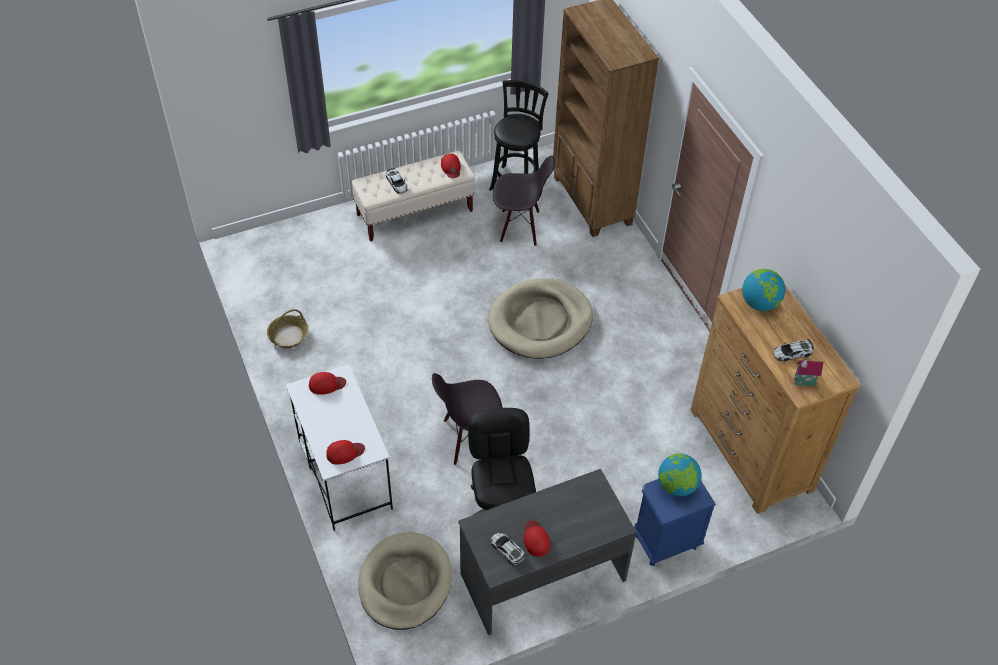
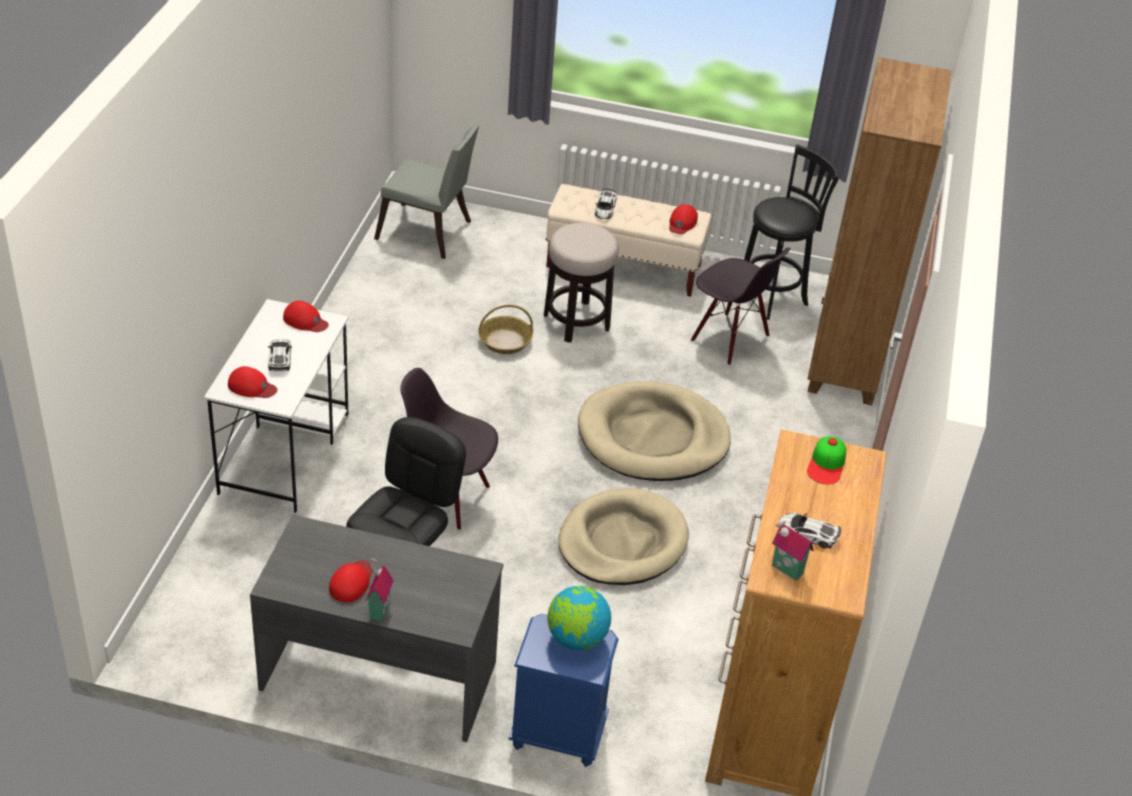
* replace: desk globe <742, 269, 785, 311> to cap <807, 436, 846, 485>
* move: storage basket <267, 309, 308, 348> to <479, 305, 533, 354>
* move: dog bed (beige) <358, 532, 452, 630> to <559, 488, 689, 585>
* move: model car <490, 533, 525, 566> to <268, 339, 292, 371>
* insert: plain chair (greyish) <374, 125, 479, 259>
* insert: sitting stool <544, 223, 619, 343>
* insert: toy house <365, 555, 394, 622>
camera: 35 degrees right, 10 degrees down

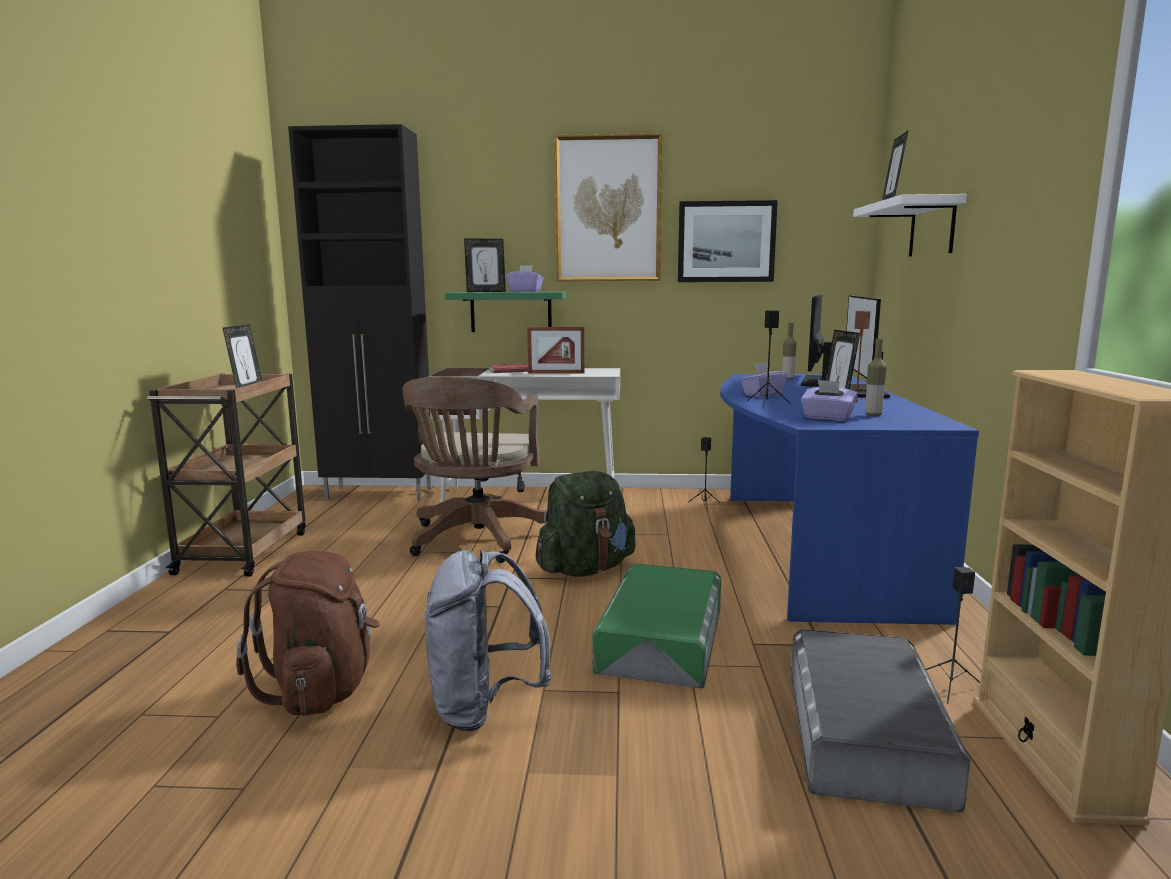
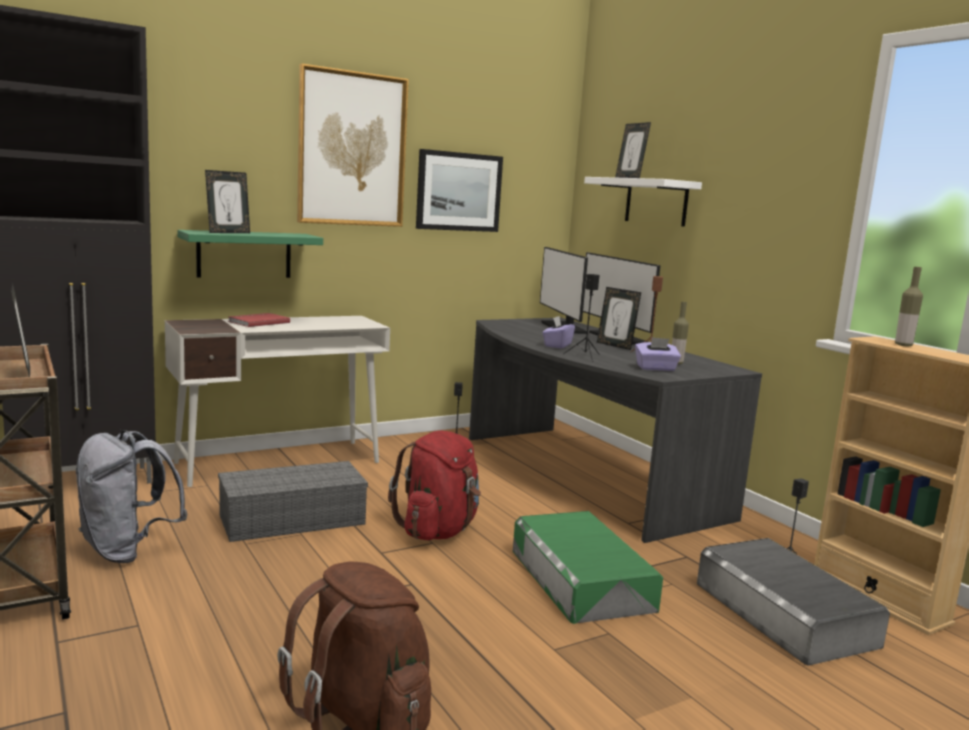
* delete: box of tissues (purple) <506, 265, 544, 292>
* move: beverage bottle <782, 323, 797, 380> to <895, 267, 923, 347>
* delete: standing frame <527, 327, 584, 374>
* recolor: desk table (bluish) <720, 374, 979, 625> to desk table (greyish) <469, 318, 762, 543>
* replace: desk chair (brown) <402, 376, 546, 563> to storage bin (greyish) <218, 461, 368, 542>
* recolor: backpack (green-coloured) <535, 471, 636, 577> to backpack (reddish) <388, 430, 481, 540>
* move: backpack (greyish) <423, 550, 552, 731> to <76, 430, 188, 563>
camera: 35 degrees left, 0 degrees up

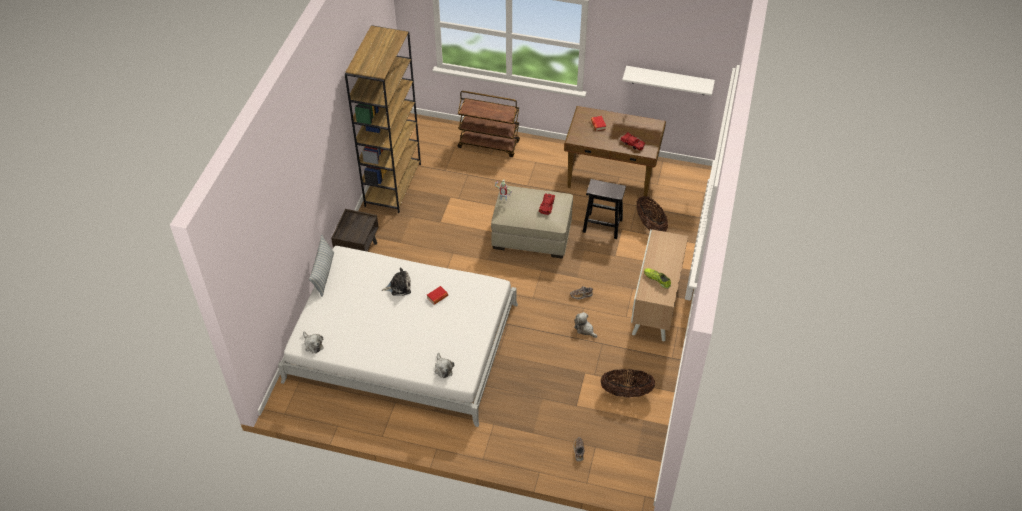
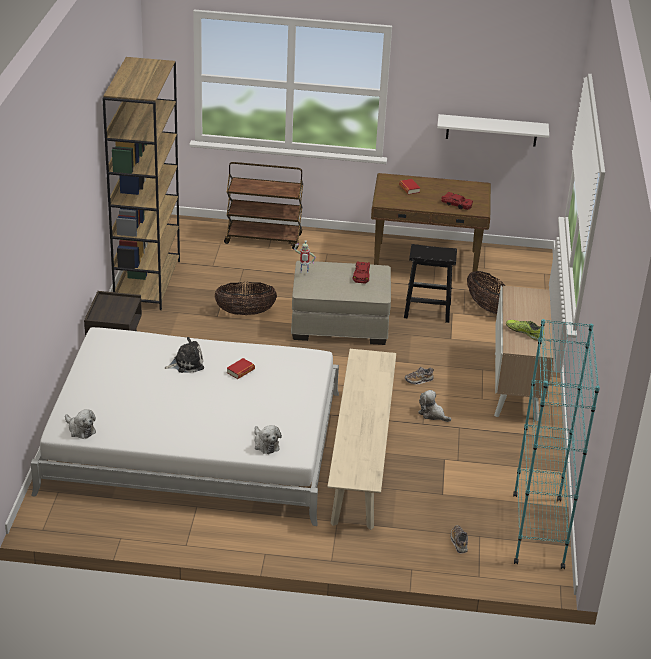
* delete: pillow <309, 235, 334, 297>
* move: storage basket <600, 369, 655, 397> to <214, 282, 277, 315>
* insert: shelving unit (turquoise) <513, 319, 600, 569>
* insert: long seat (beige) <327, 349, 396, 530>
camera: 10 degrees left, 15 degrees down

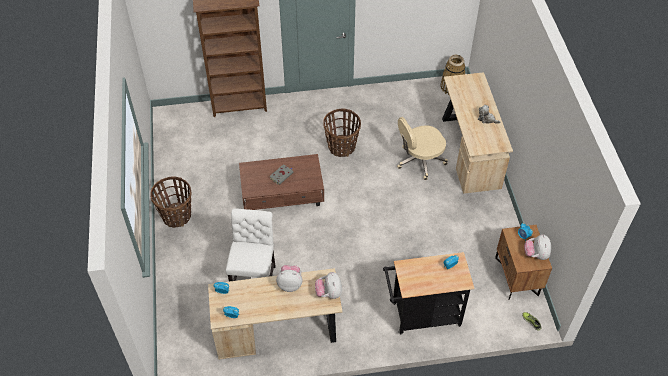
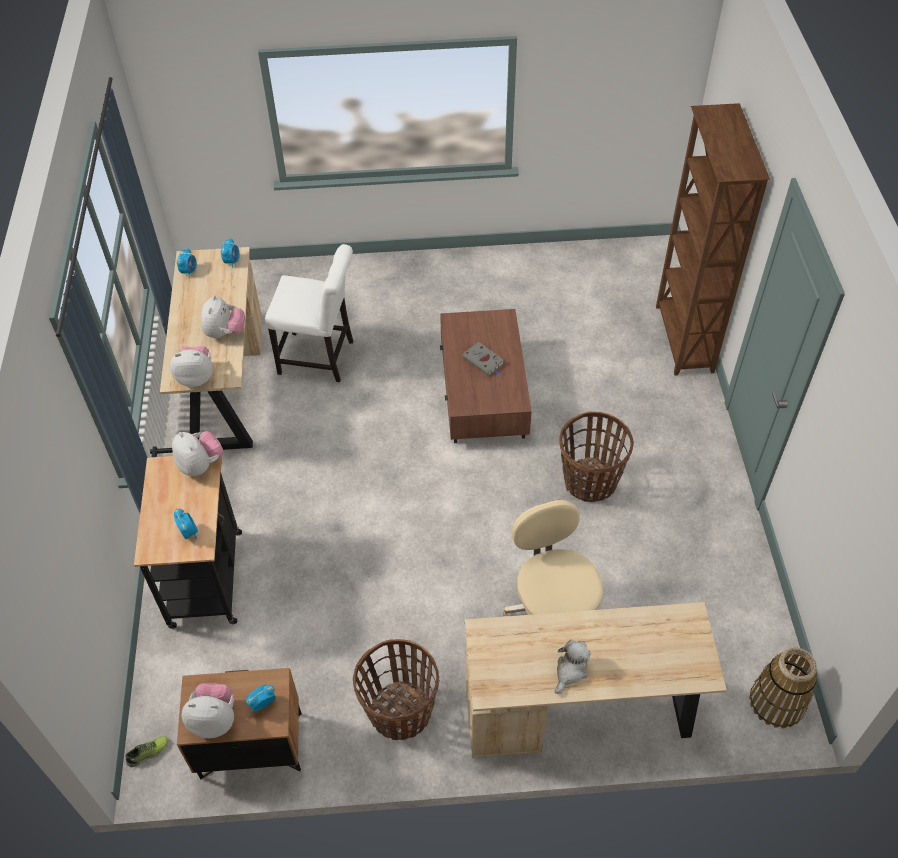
* move: storage basket <150, 176, 191, 228> to <353, 639, 439, 740>
* insert: cuddly toy <172, 431, 224, 476>
camera: 95 degrees right, 0 degrees up

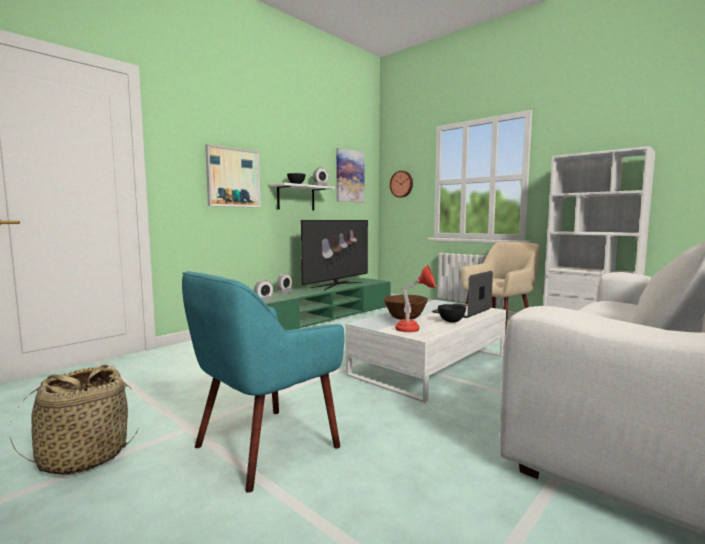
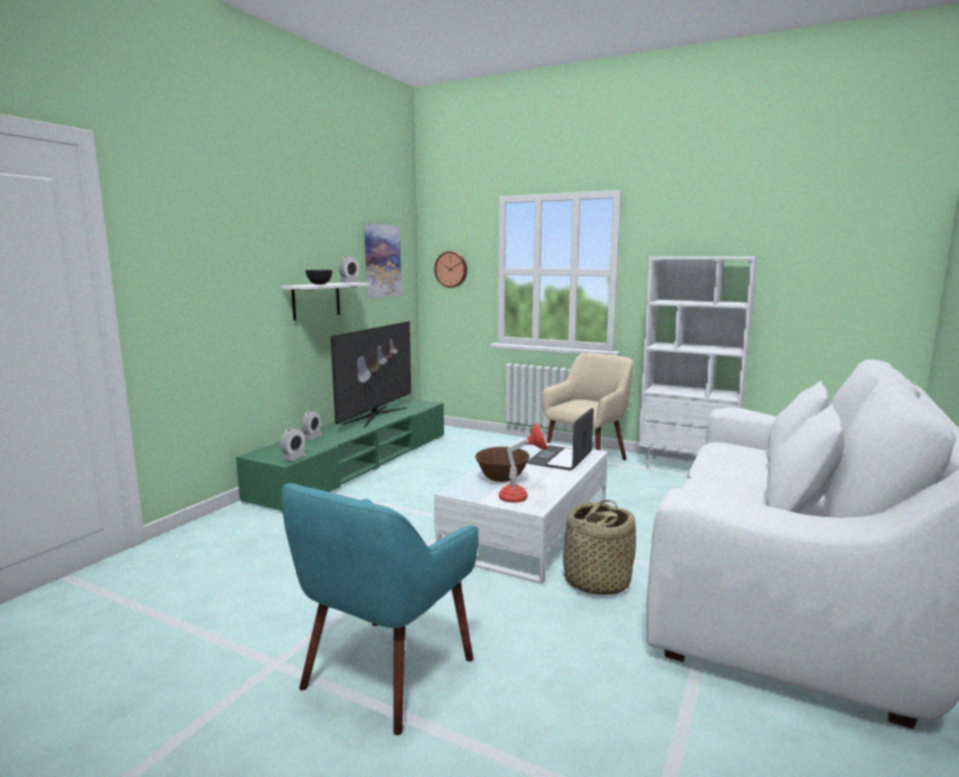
* delete: wall picture <205, 144, 261, 207>
* delete: serving bowl (blackish) <438, 304, 466, 323>
* move: storage basket <10, 365, 140, 475> to <561, 500, 636, 595>
camera: 15 degrees left, 5 degrees up

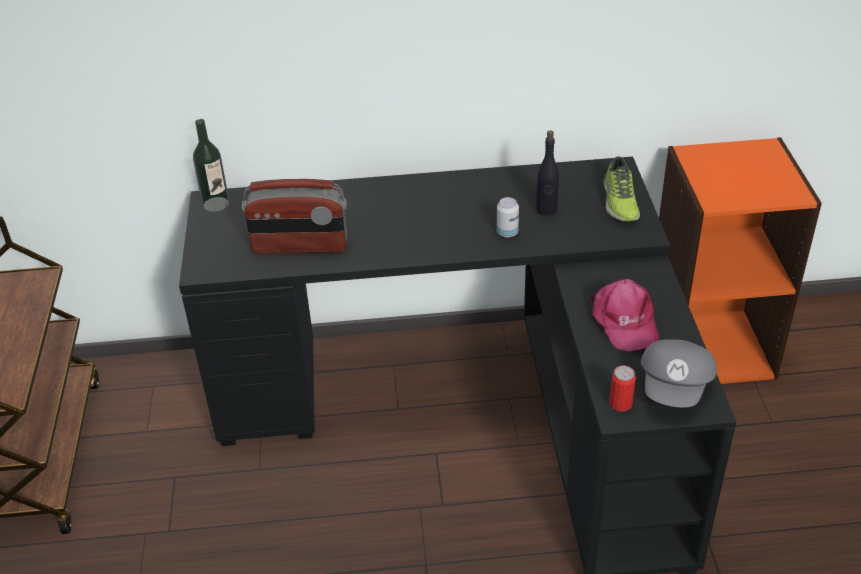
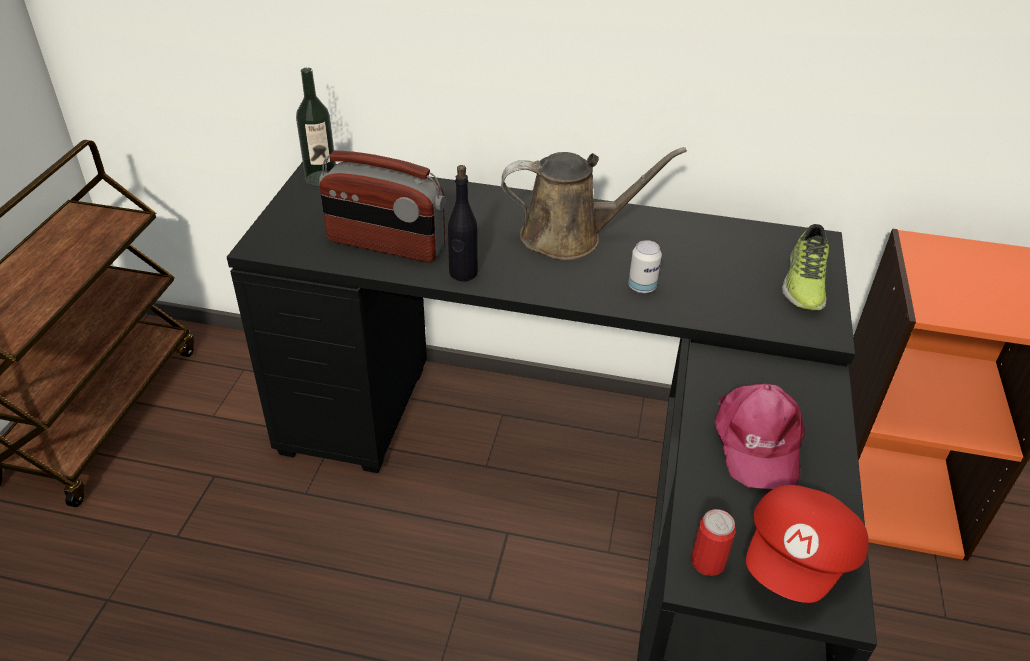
* move: beverage bottle (blackish) <536, 131, 559, 216> to <448, 165, 478, 282>
* recolor: cap (greyish) <641, 339, 717, 407> to cap (reddish) <746, 485, 869, 603>
* insert: watering pot (brown) <501, 147, 687, 260>
camera: 15 degrees right, 0 degrees up

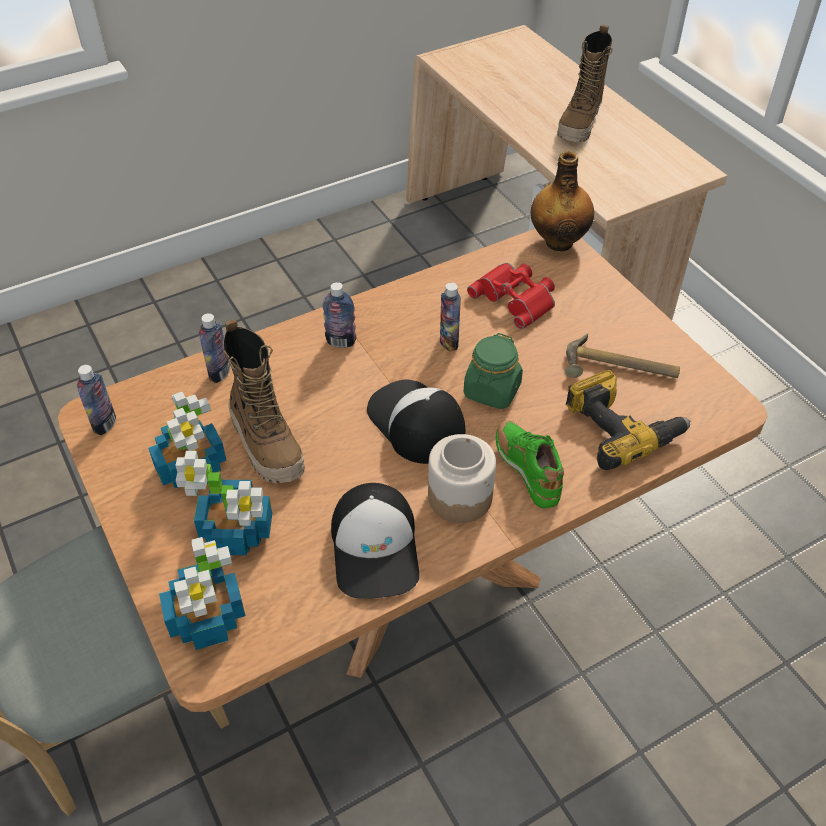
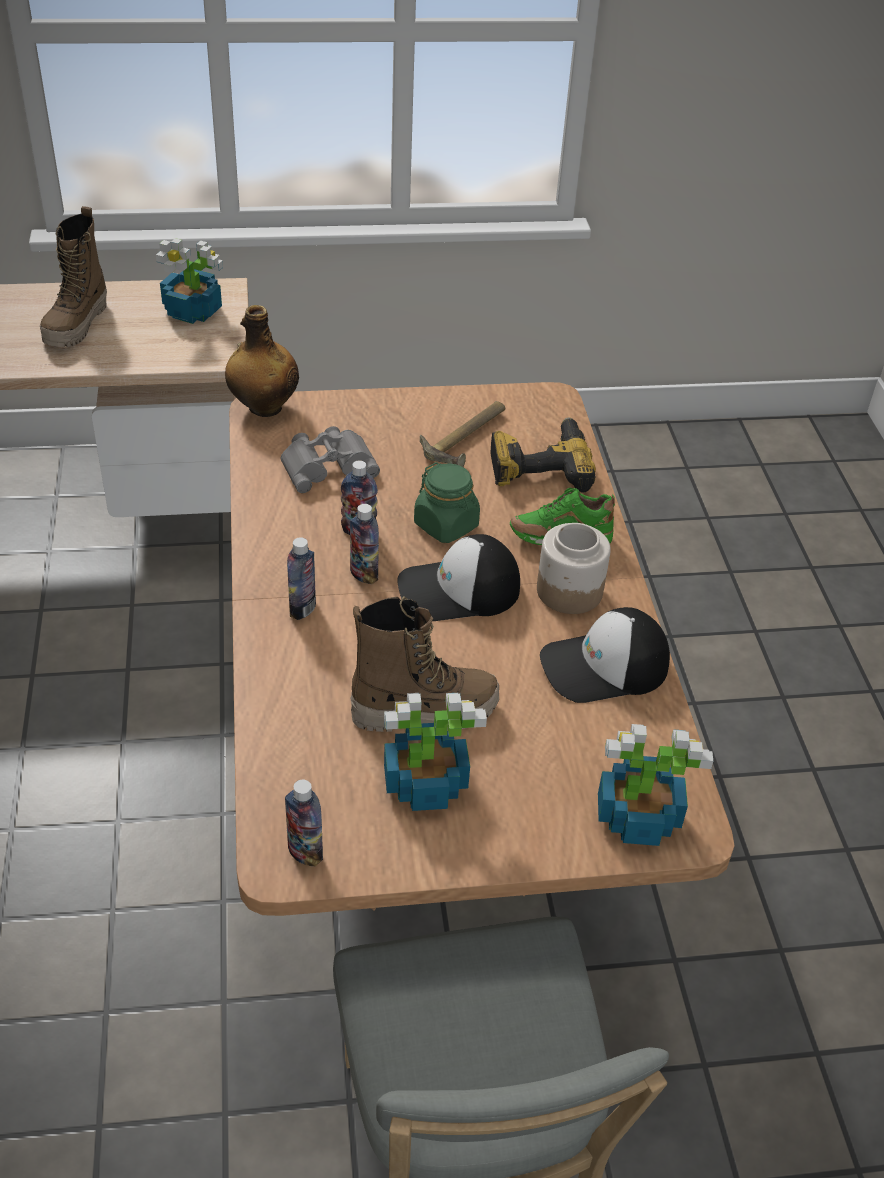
* rotate: high-top boot <557, 25, 612, 142> = <40, 206, 107, 347> 60 degrees clockwise
* recolor: field glasses (reddish) <467, 263, 555, 329> to field glasses (greyish) <281, 426, 380, 493>
* move: beverage bottle <199, 313, 230, 383> to <350, 504, 379, 584>
* move: potted plant <175, 451, 272, 555> to <156, 238, 223, 324>
* rotate: cap <331, 483, 419, 599> = <540, 607, 670, 703> 150 degrees clockwise
camera: 70 degrees left, 5 degrees down

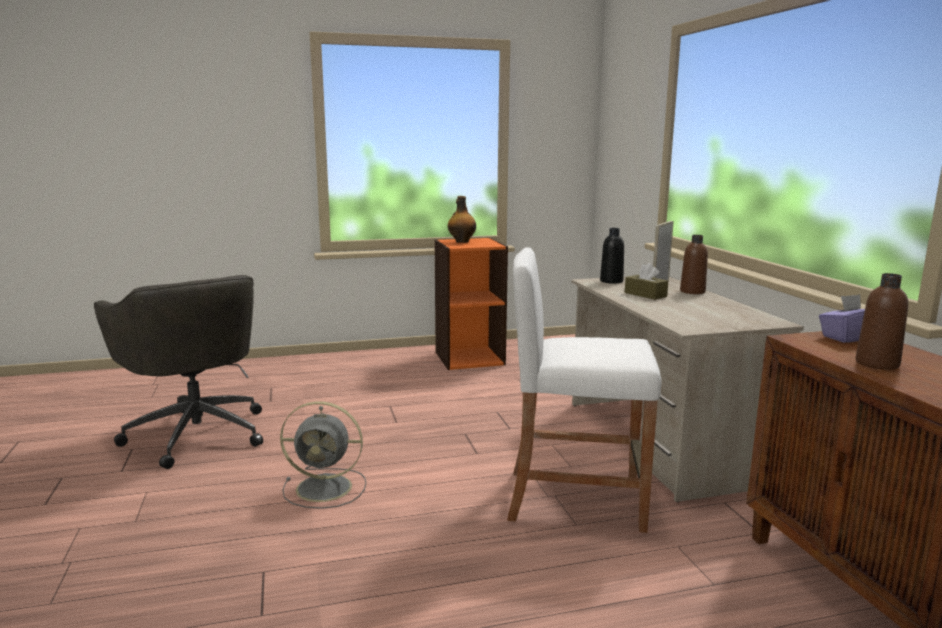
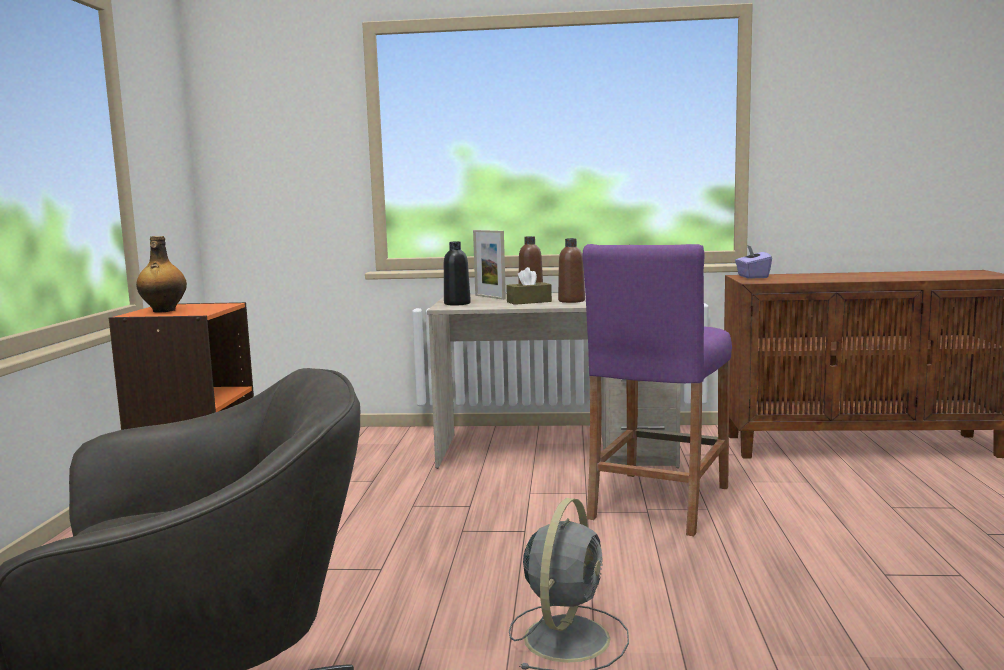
* recolor: sitting stool (whitish) <507, 247, 662, 533> to sitting stool (purple) <582, 244, 732, 536>
* move: beverage bottle (brown) <856, 273, 908, 370> to <558, 238, 585, 303>
camera: 70 degrees left, 5 degrees down

